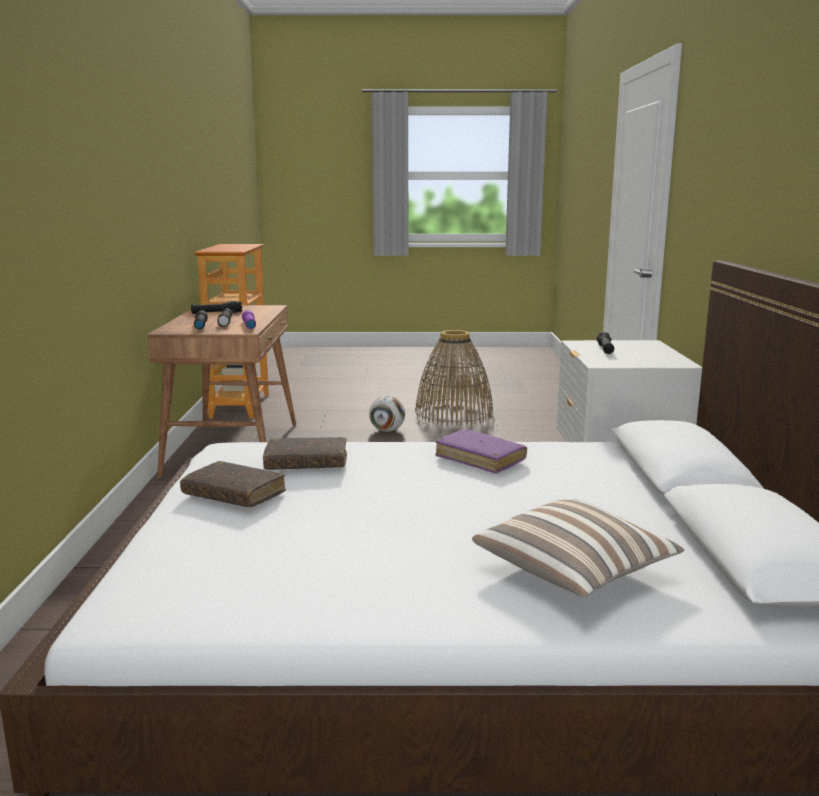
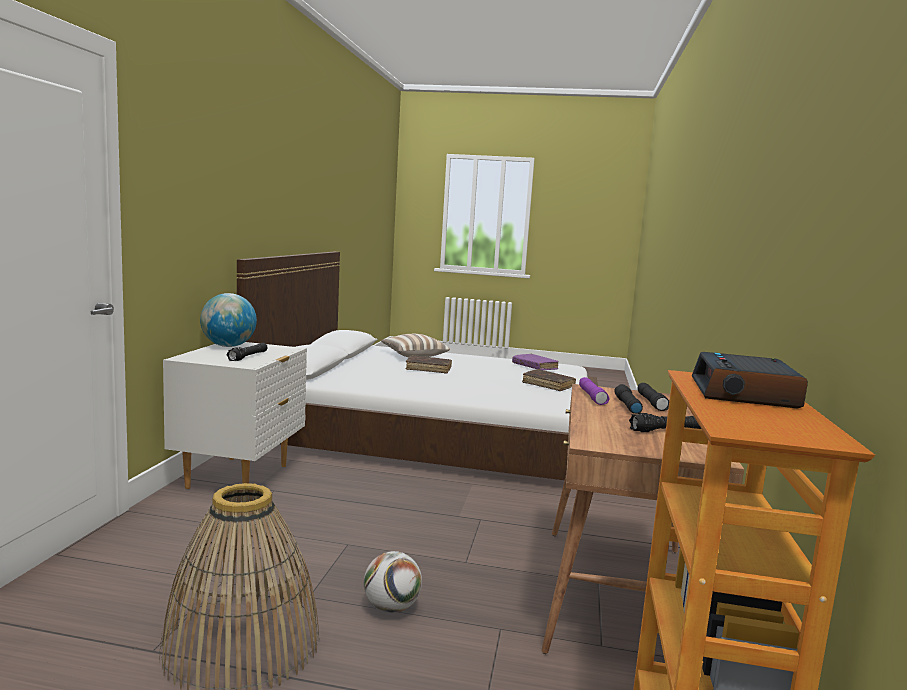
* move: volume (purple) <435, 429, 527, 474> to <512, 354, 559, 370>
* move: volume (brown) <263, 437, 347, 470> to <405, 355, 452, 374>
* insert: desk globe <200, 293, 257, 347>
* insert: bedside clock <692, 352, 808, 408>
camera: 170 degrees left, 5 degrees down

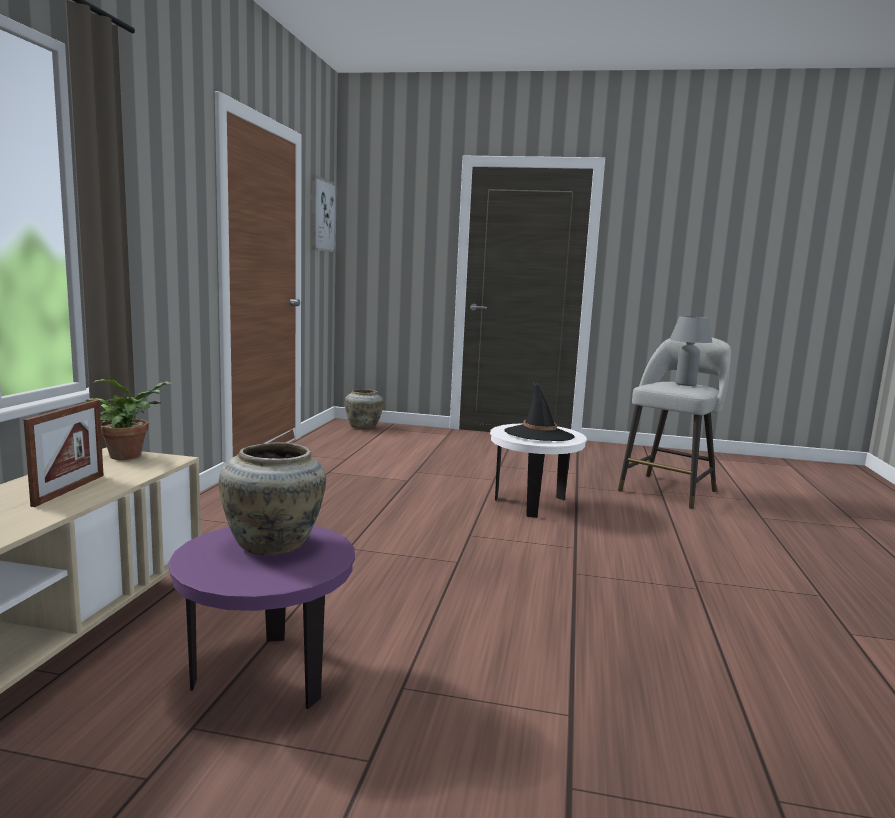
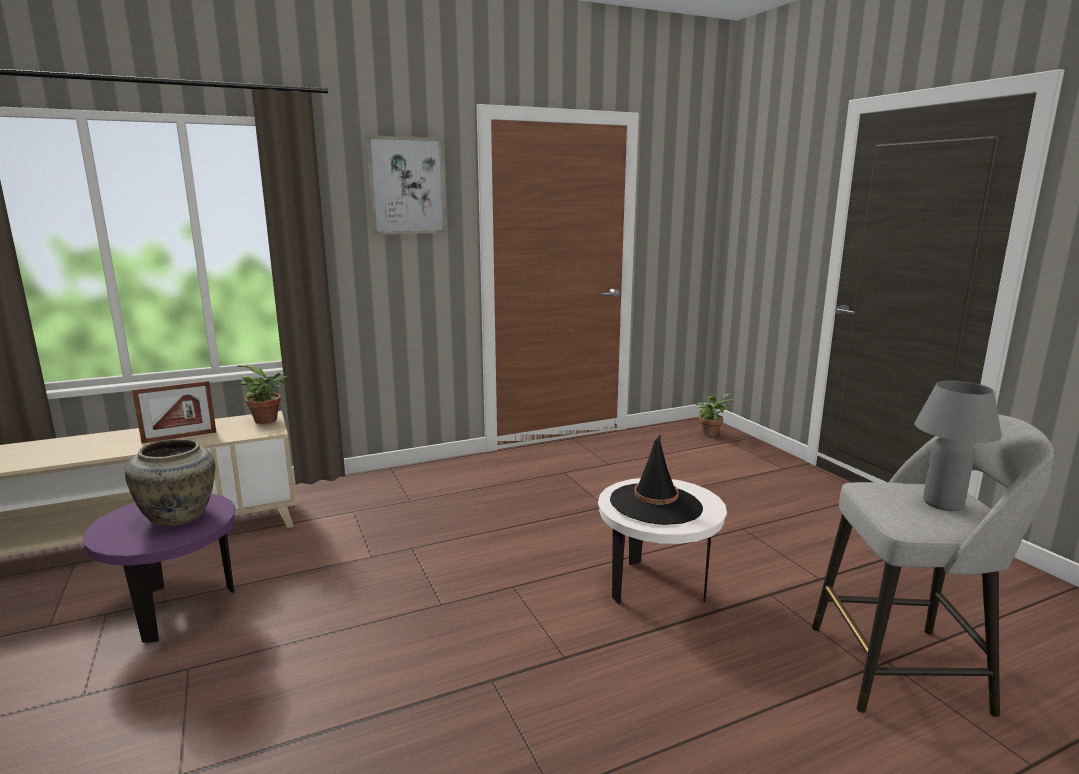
* move: wall picture <311, 175, 337, 252> to <366, 135, 447, 235>
* replace: decorative vase (beige) <345, 389, 383, 429> to potted plant <695, 394, 733, 437>
camera: 55 degrees right, 5 degrees up

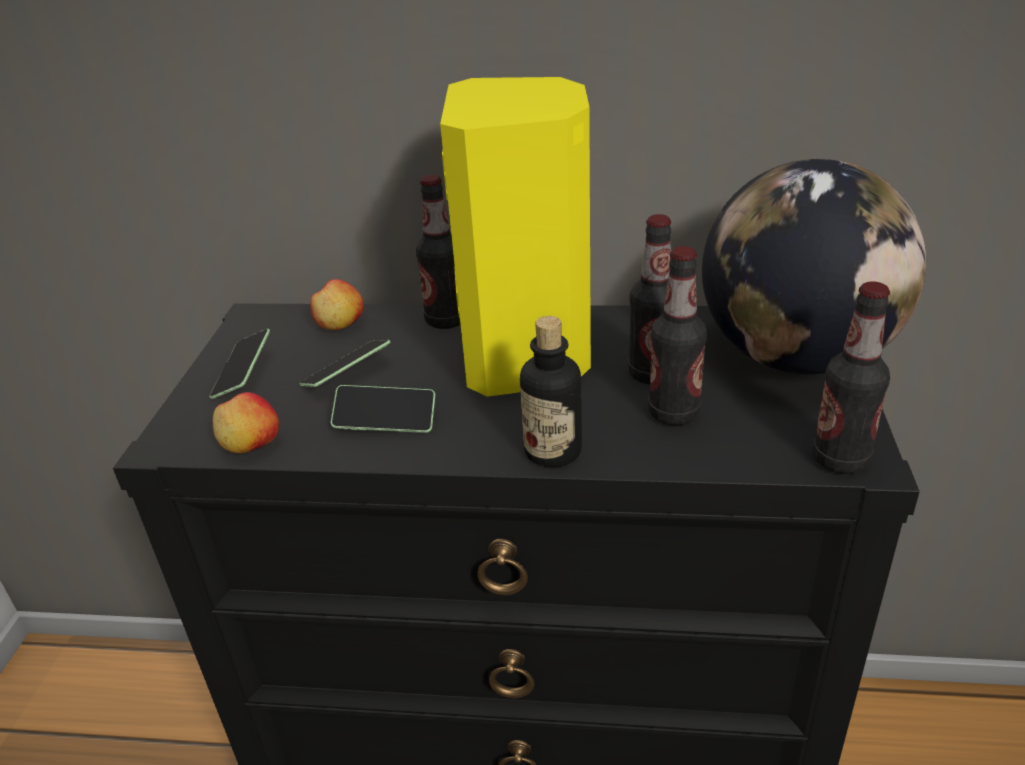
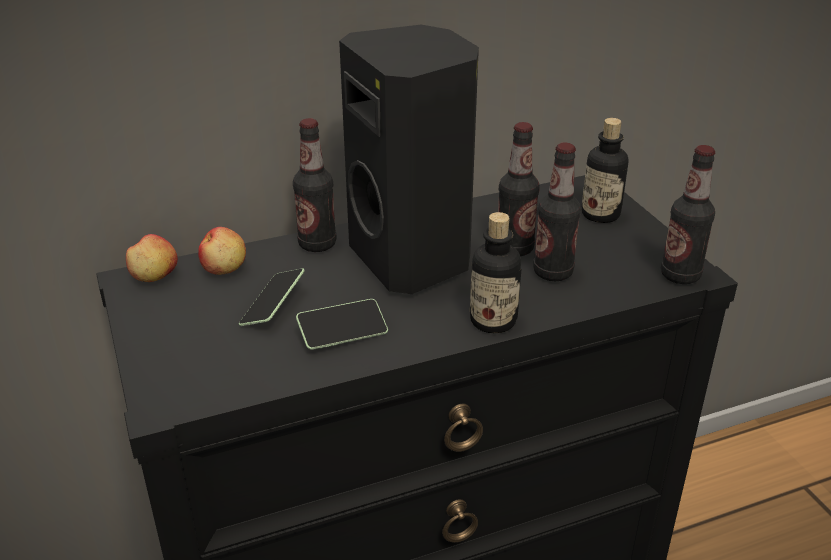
* recolor: loudspeaker (yellow-coloured) <440, 77, 591, 397> to loudspeaker (blackish) <339, 25, 479, 294>
* replace: desk globe <702, 159, 926, 374> to beverage bottle <582, 118, 628, 223>
* delete: handset <209, 329, 270, 399>
* move: apple fruit <213, 392, 279, 453> to <126, 234, 178, 282>
camera: 30 degrees left, 0 degrees up

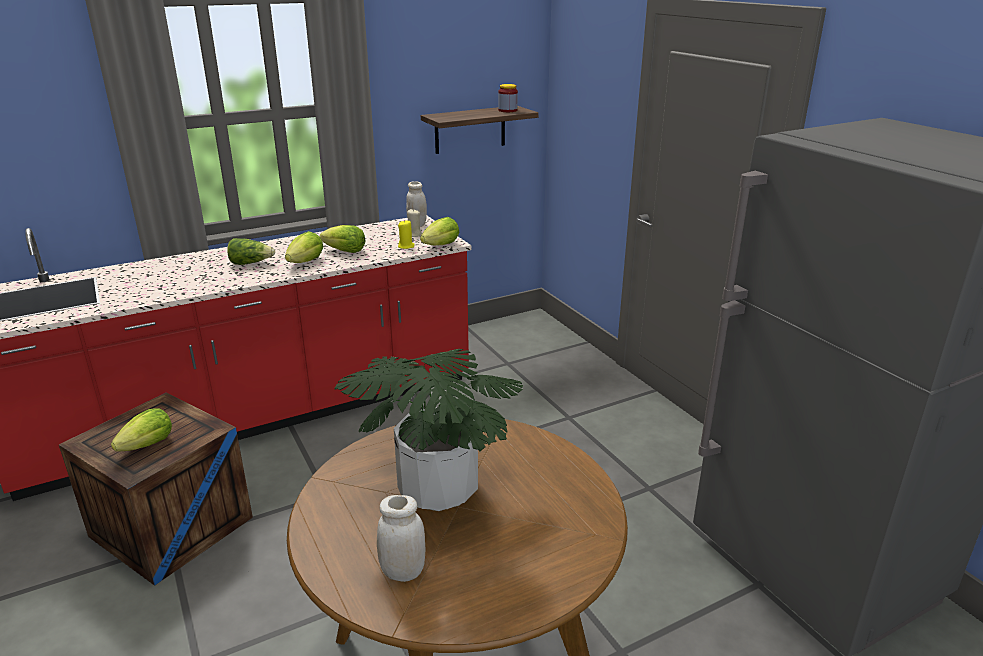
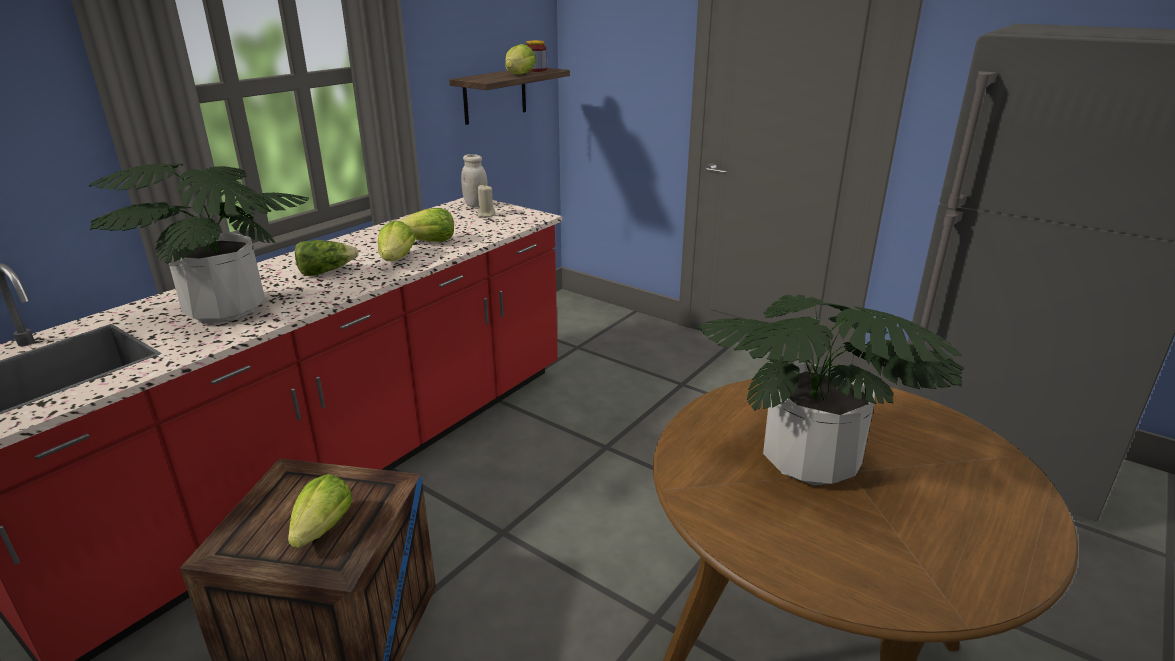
* move: lettuce head <420, 217, 459, 245> to <505, 44, 536, 74>
* delete: wax light (yellow-coloured) <398, 220, 415, 249>
* delete: jar (whitish) <377, 495, 426, 582>
* insert: potted plant <89, 164, 309, 323>
camera: 25 degrees left, 0 degrees up

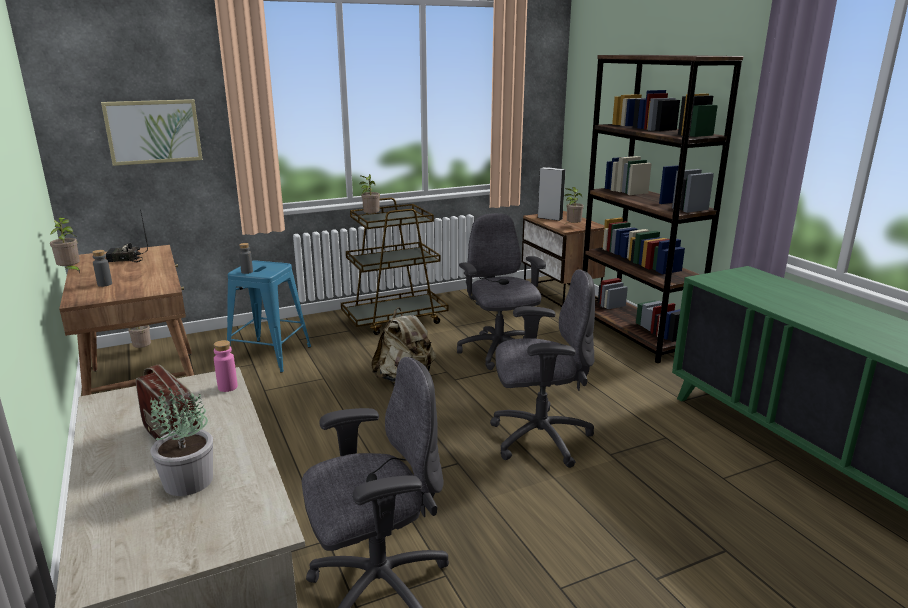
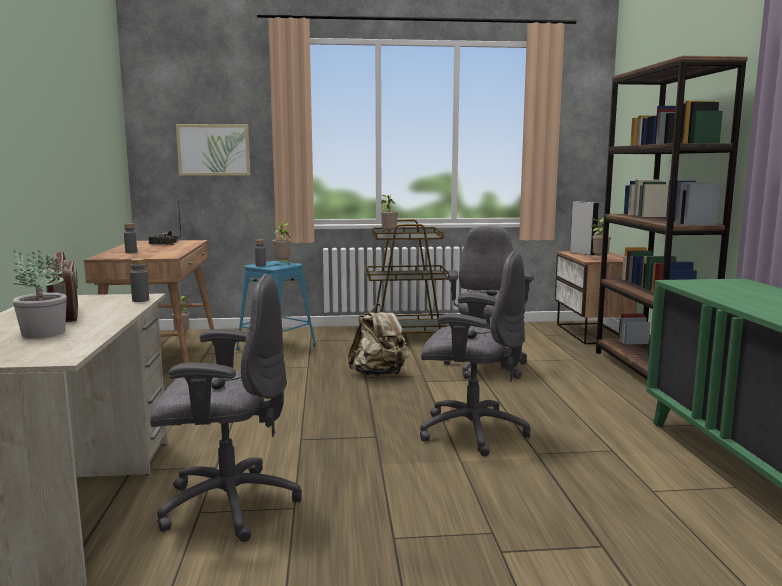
* move: potted plant <50, 218, 80, 273> to <272, 222, 291, 264>
* recolor: beverage bottle (pink-coloured) <214, 340, 238, 392> to beverage bottle (greyish) <130, 258, 149, 302>
camera: 20 degrees right, 10 degrees down

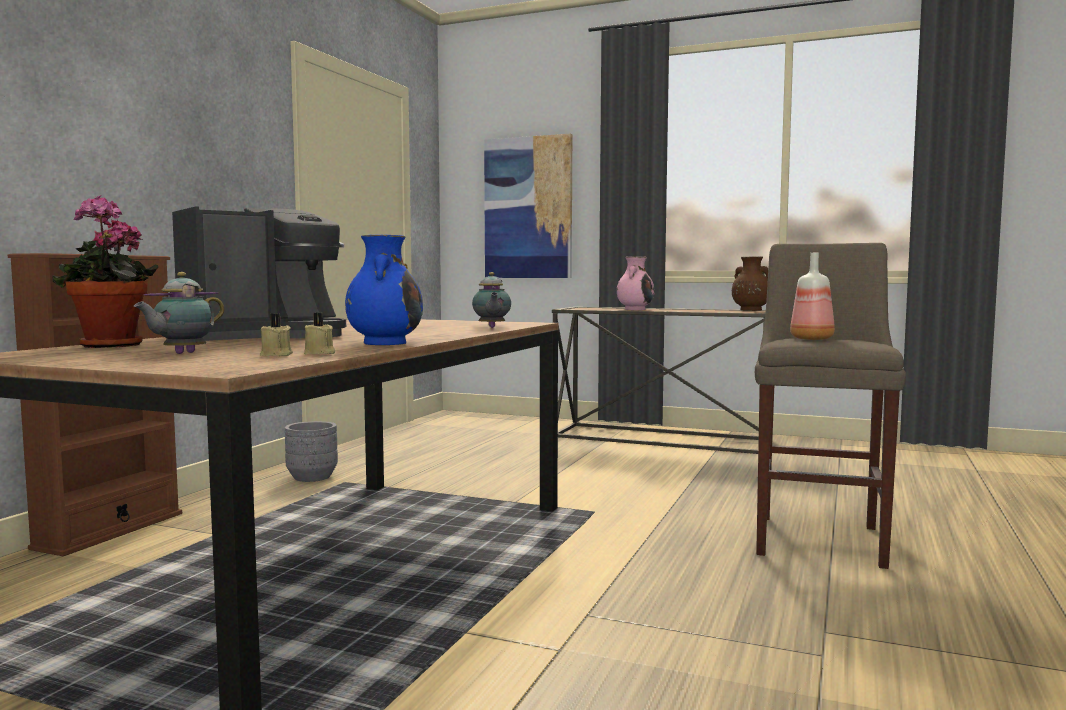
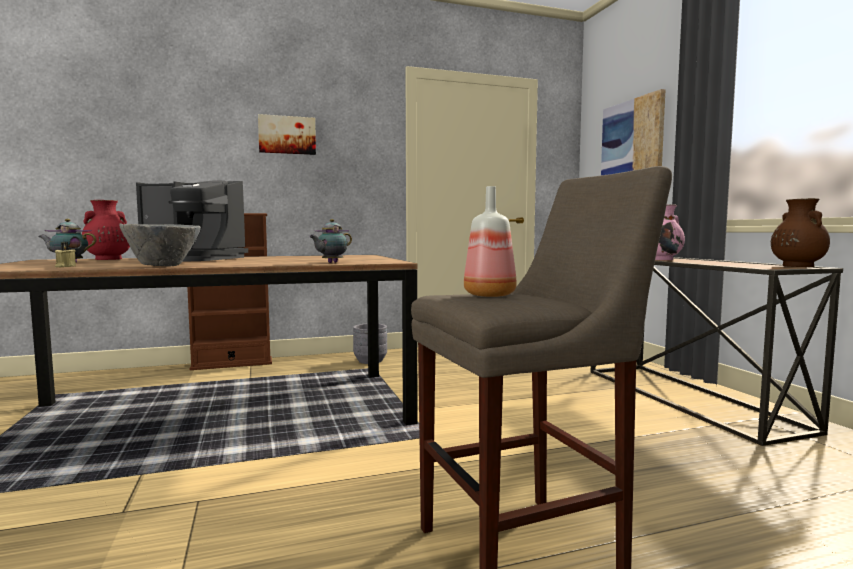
* replace: potted plant <52, 195, 158, 348> to decorative vase (reddish) <82, 200, 130, 260>
* replace: decorative vase (bluish) <345, 235, 423, 345> to serving bowl (greyish) <119, 223, 201, 266>
* delete: wax light (beige) <304, 313, 335, 354>
* insert: wall picture <258, 114, 316, 155>
camera: 50 degrees right, 0 degrees up

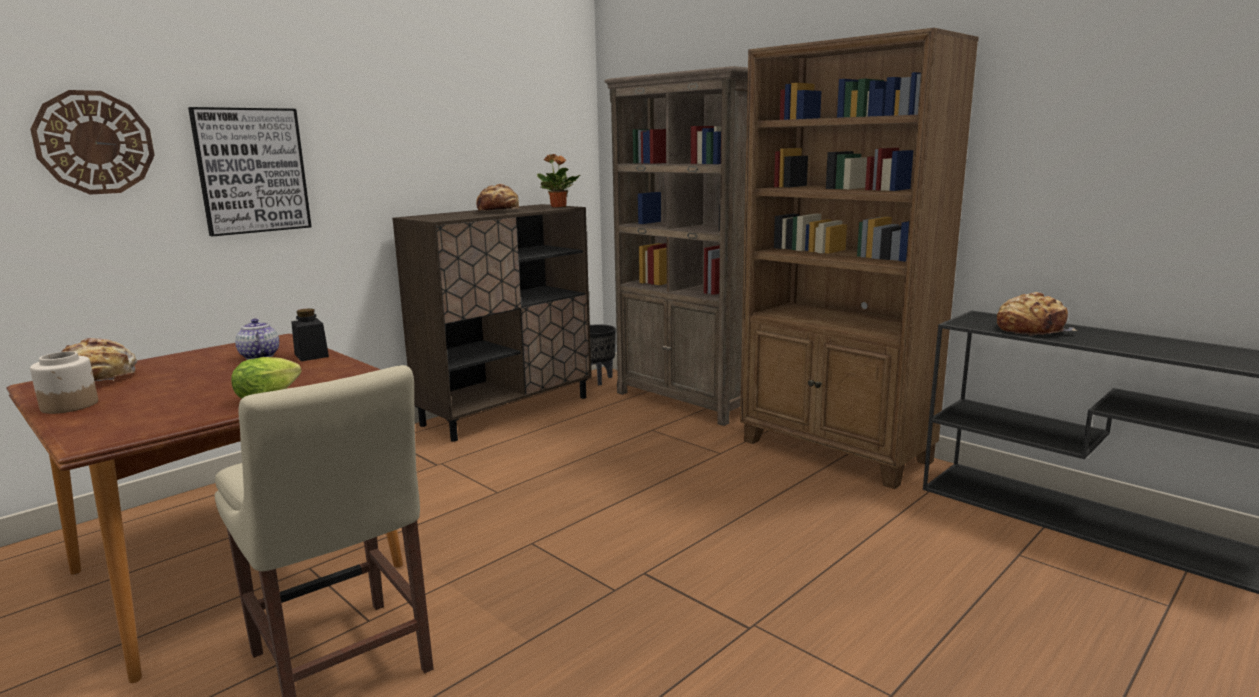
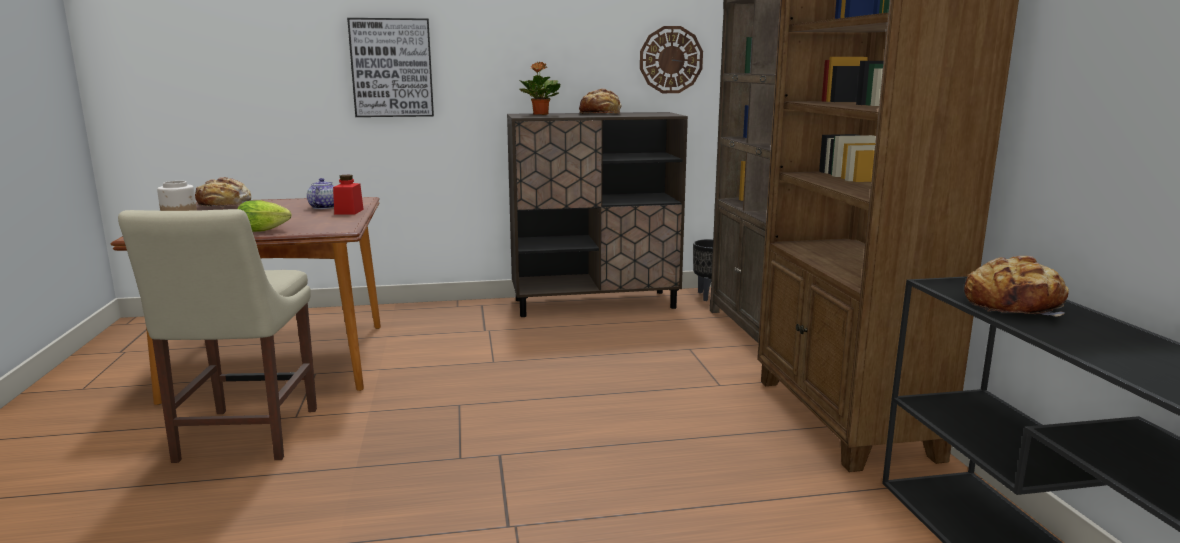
* move: clock on the wall <30, 90, 155, 195> to <640, 26, 703, 93>
* move: potted plant <537, 154, 580, 208> to <519, 62, 560, 115>
* recolor: jar (blackish) <291, 308, 329, 361> to jar (reddish) <333, 175, 364, 215>
camera: 35 degrees right, 0 degrees up

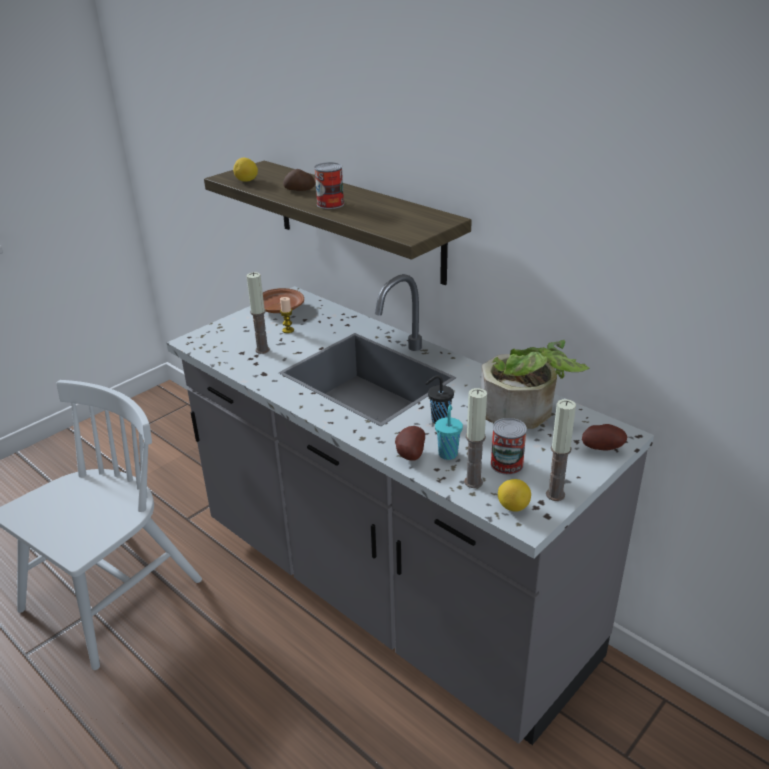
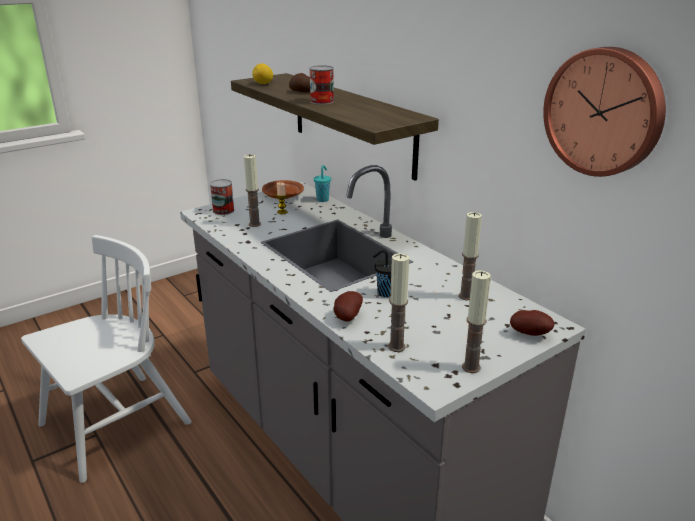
* replace: potted plant <481, 340, 590, 429> to wax light <458, 212, 482, 300>
* move: drinking cup (turquoise) <435, 405, 463, 460> to <314, 165, 331, 202>
* move: sealed can <490, 418, 527, 475> to <210, 179, 234, 215>
* delete: whole lemon <498, 479, 531, 512>
* insert: clock on the wall <543, 47, 666, 177>
camera: 10 degrees right, 5 degrees down

